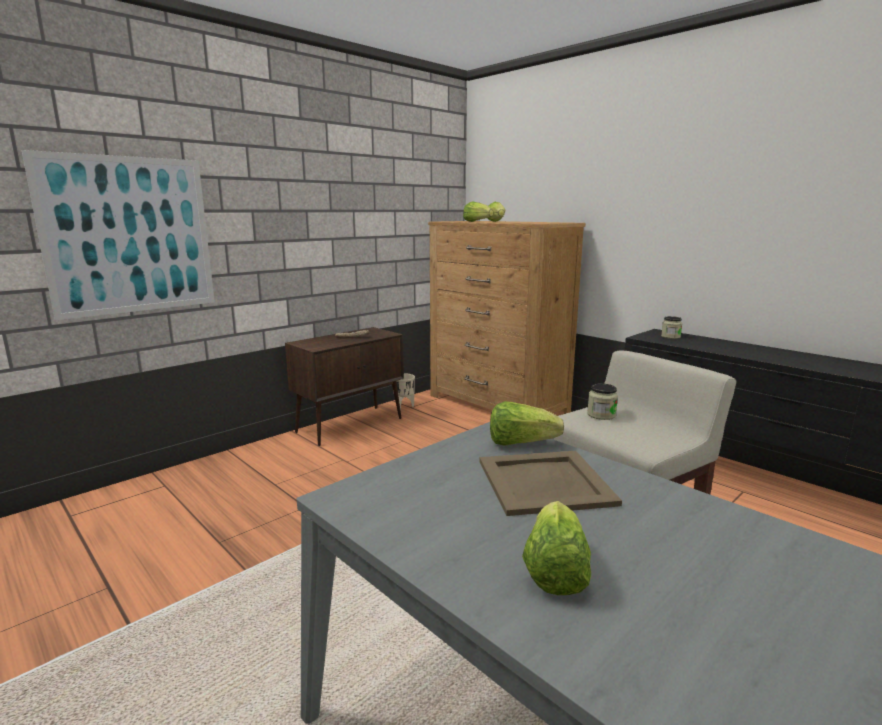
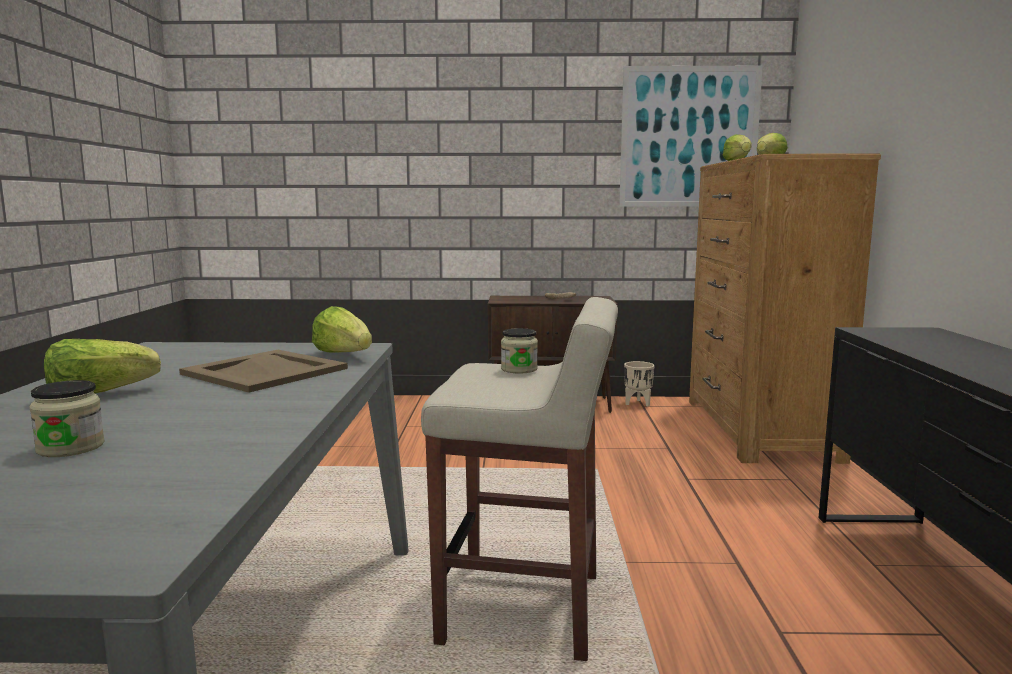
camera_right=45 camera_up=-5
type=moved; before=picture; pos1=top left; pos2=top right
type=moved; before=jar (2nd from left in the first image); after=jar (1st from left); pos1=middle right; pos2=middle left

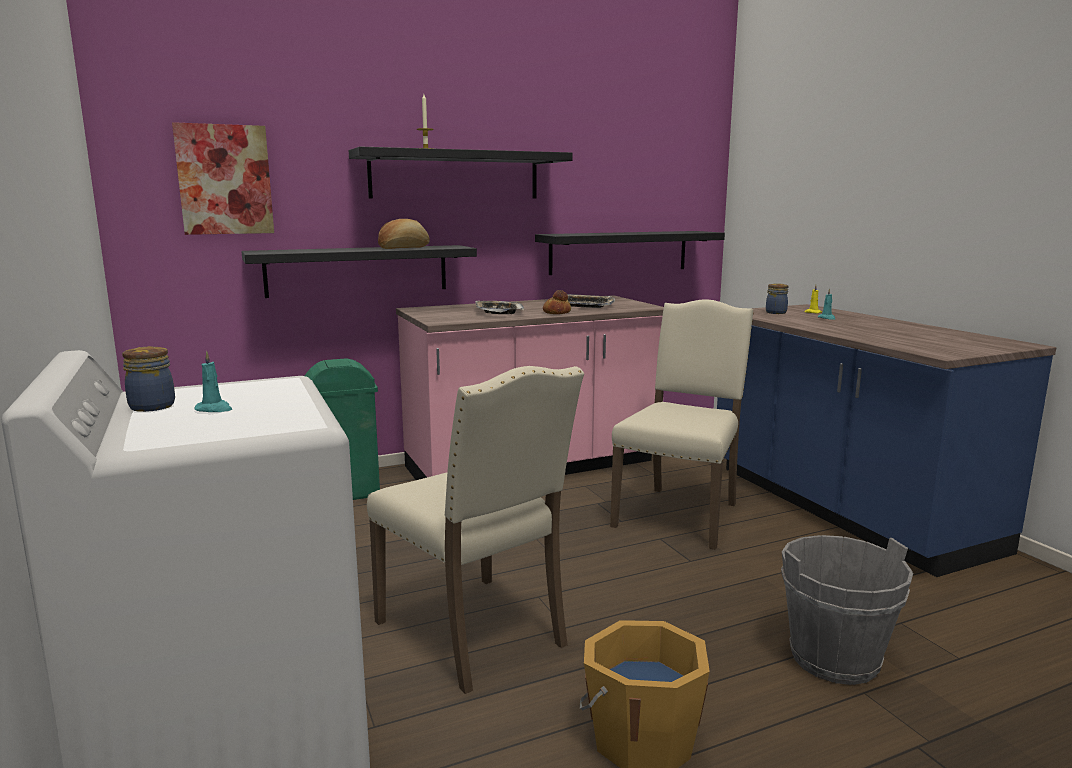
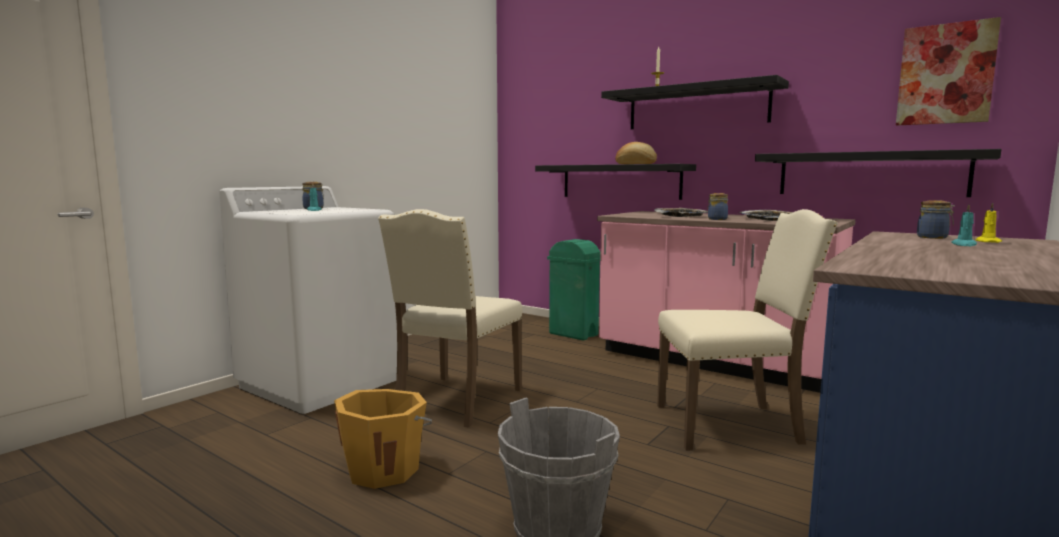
camera_right=60 camera_up=-5
type=moved; before=picture; pos1=top left; pos2=top right
type=replaced; before=bread (2nd from left); after=jar (2nd from left); pos1=centre; pos2=middle right

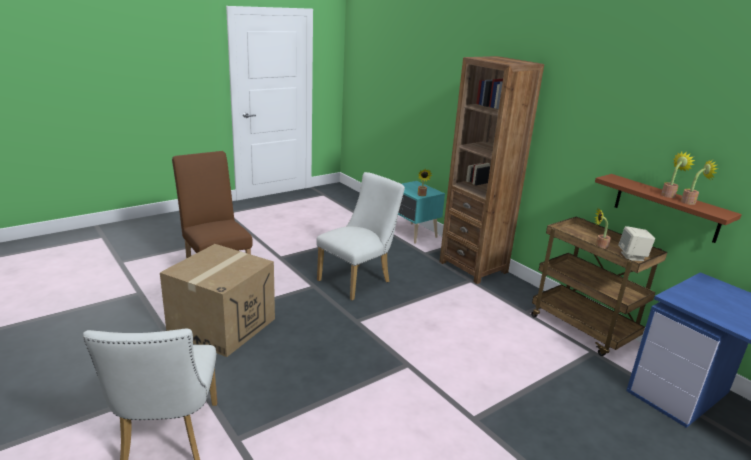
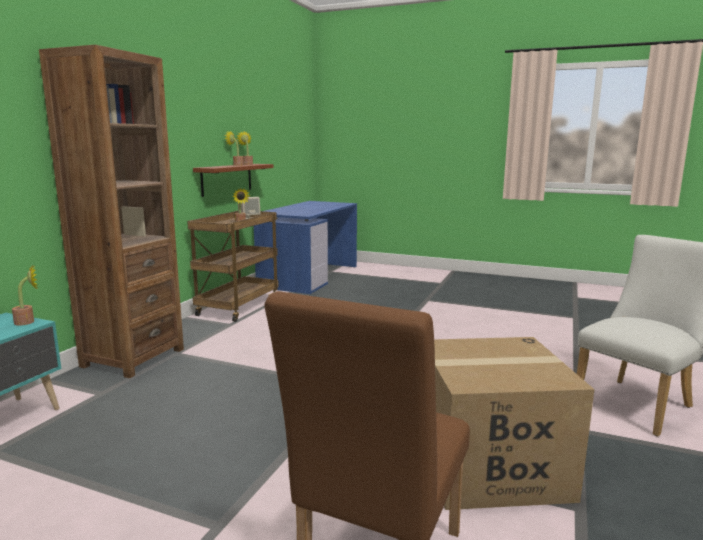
camera_right=-120 camera_up=-10
type=removed; before=white chair (2nd from left); pos1=centre

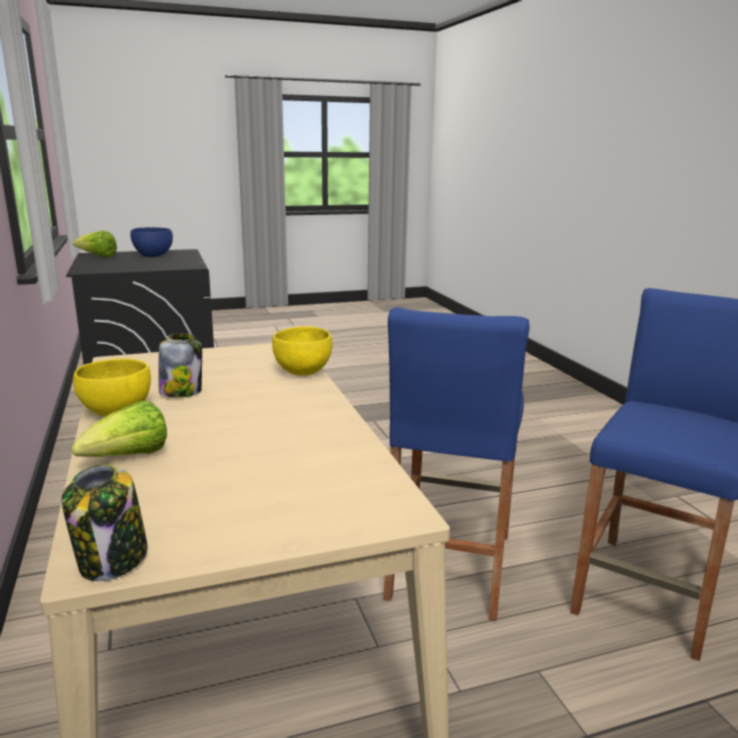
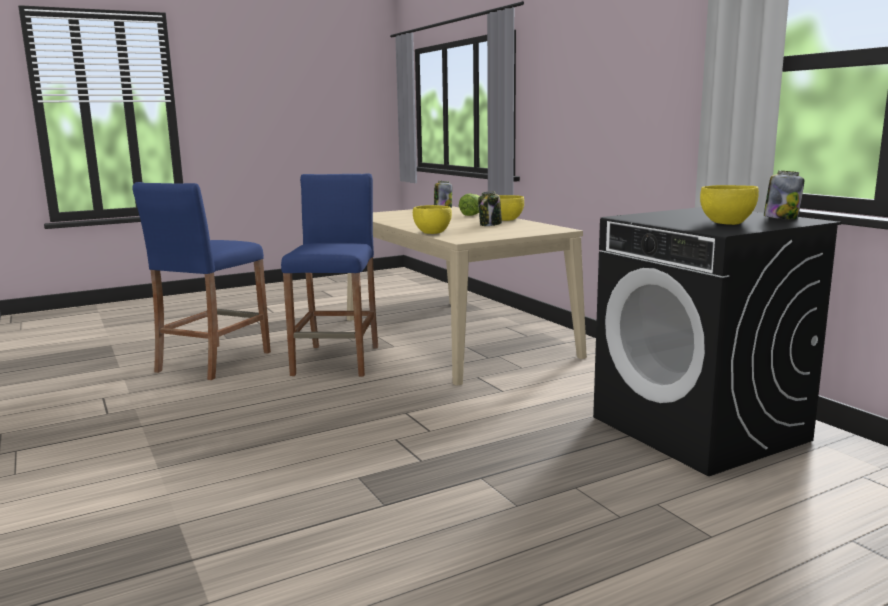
camera_right=170 camera_up=-5
type=recoloured; before=blue bowl; after=yellow bowl (3rd from left); pos1=top left; pos2=middle right
type=replaced; before=lettuce (1st from left); after=jar (3rd from left); pos1=top left; pos2=top right

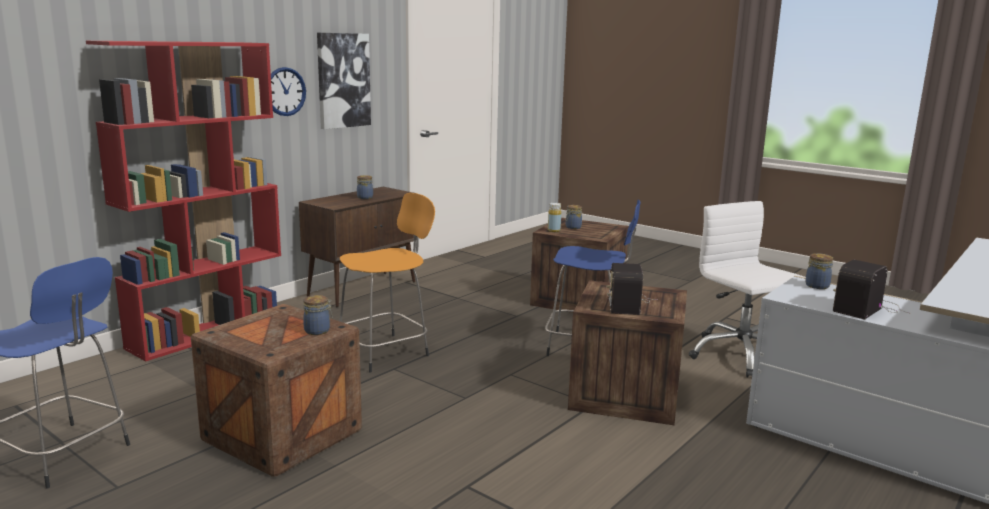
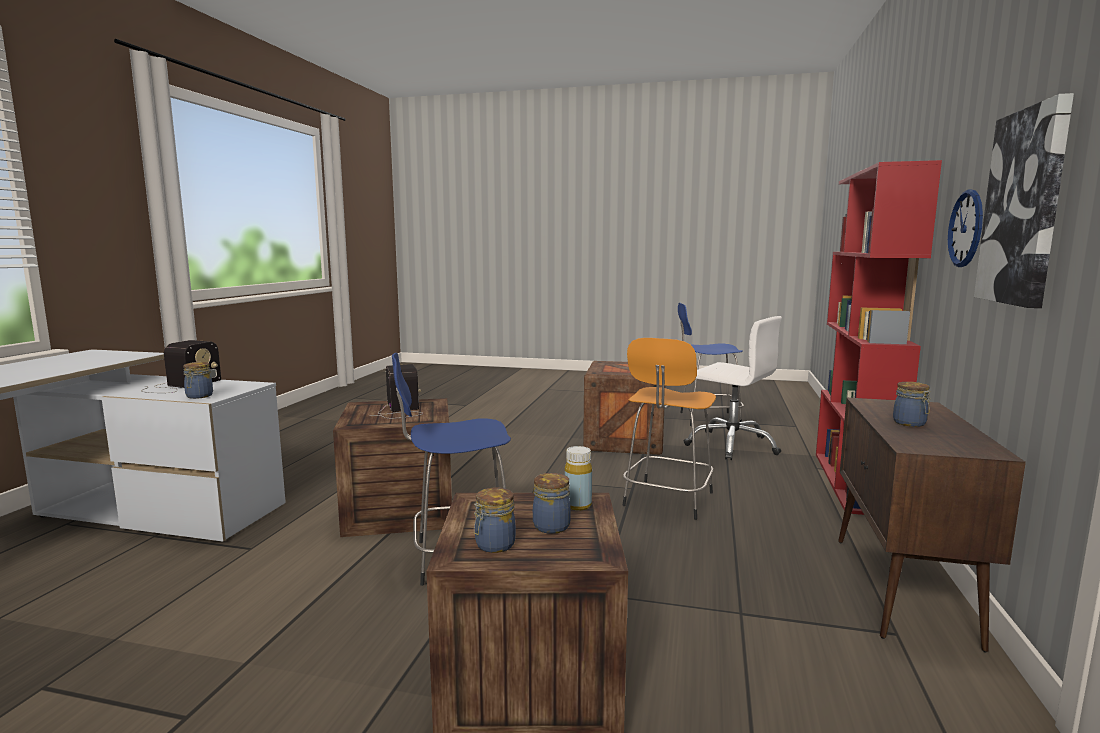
camera_right=155 camera_up=-5
type=moved; before=white office chair; pos1=middle right; pos2=centre
type=moved; before=jar (1st from left in the first image); after=jar (2nd from left); pos1=middle left; pos2=bottom centre

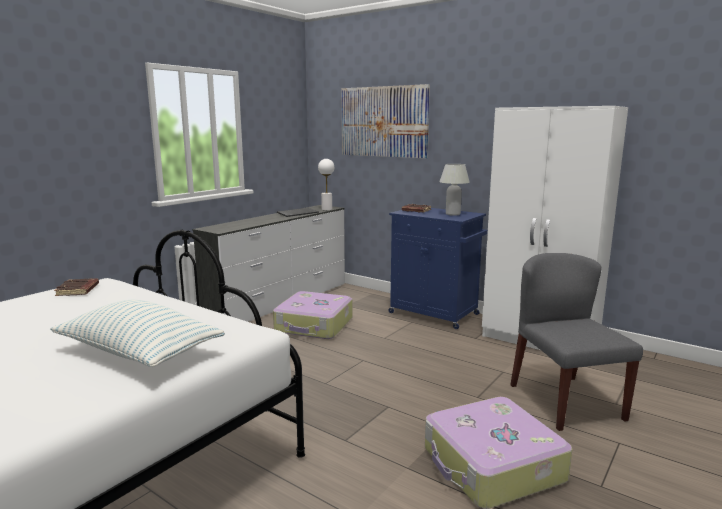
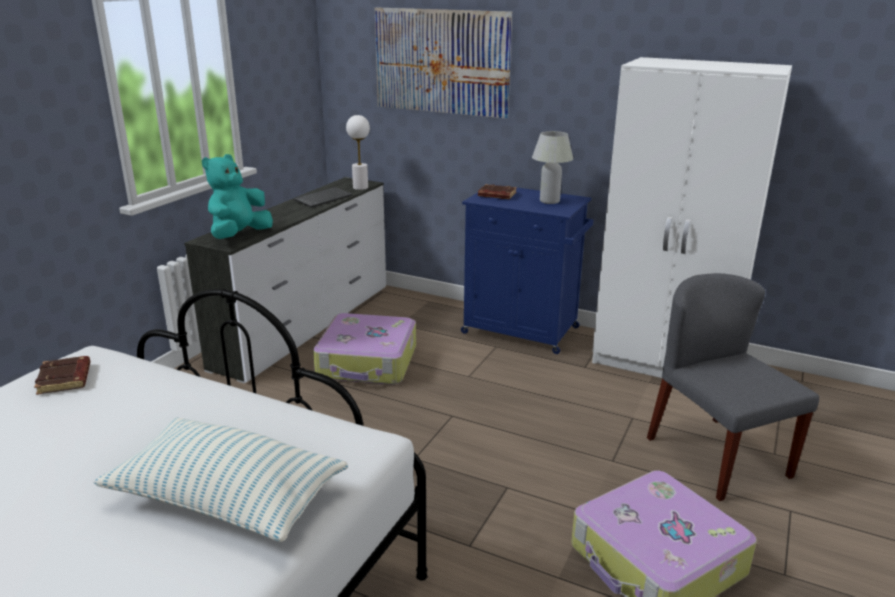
camera_right=-10 camera_up=10
type=added; after=turquoise plush toy; pos2=top left

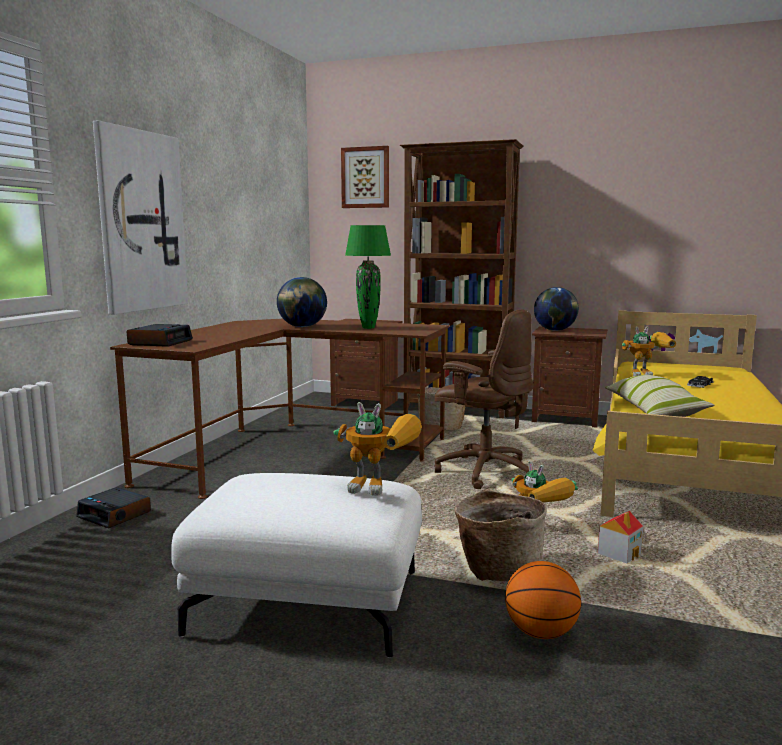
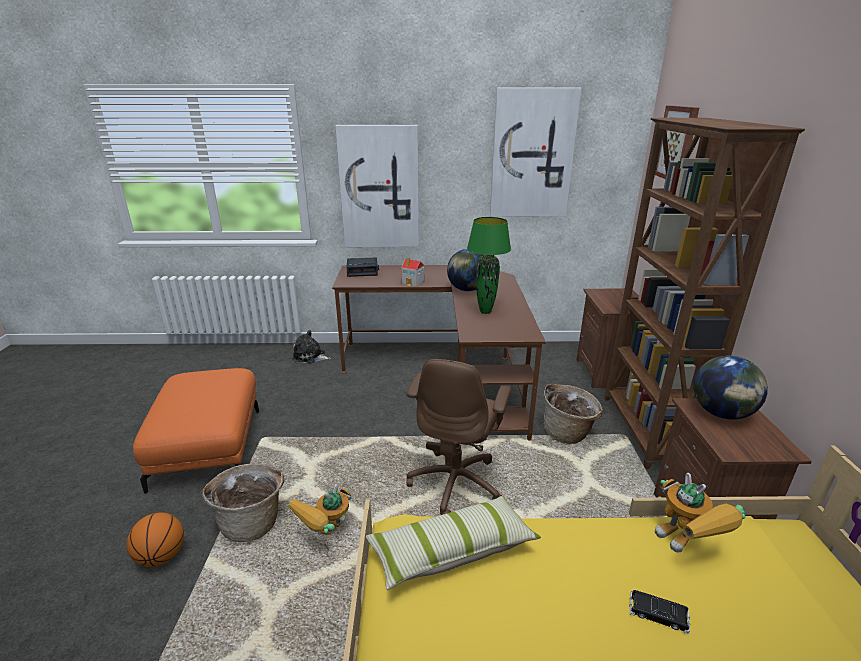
camera_right=70 camera_up=15
type=removed; before=toy robot (1st from left); pos1=centre
type=recoloured; before=white ottoman; after=orange ottoman; pos1=bottom centre; pos2=middle left
type=replaced; before=alarm clock (1st from left); after=plush toy; pos1=bottom left; pos2=centre
type=moved; before=toy house; pos1=bottom right; pos2=centre
type=added; after=picture (2nd from left); pos2=top centre

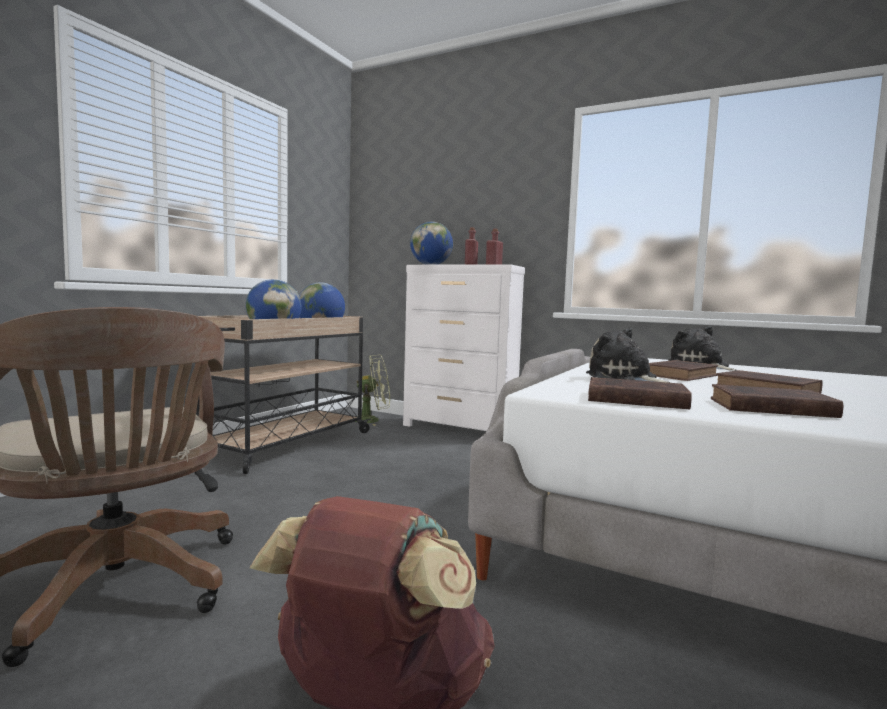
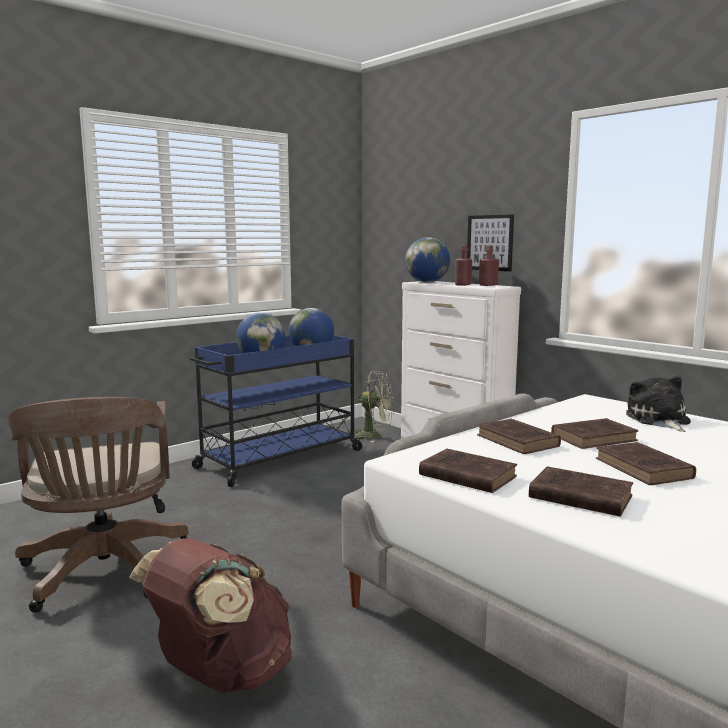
camera_right=20 camera_up=5
type=recoloured; before=beige cart; after=blue cart; pos1=middle left; pos2=centre
type=replaced; before=plush toy (1st from left); after=brown book (2nd from left); pos1=middle right; pos2=middle right
type=added; after=picture; pos2=top right

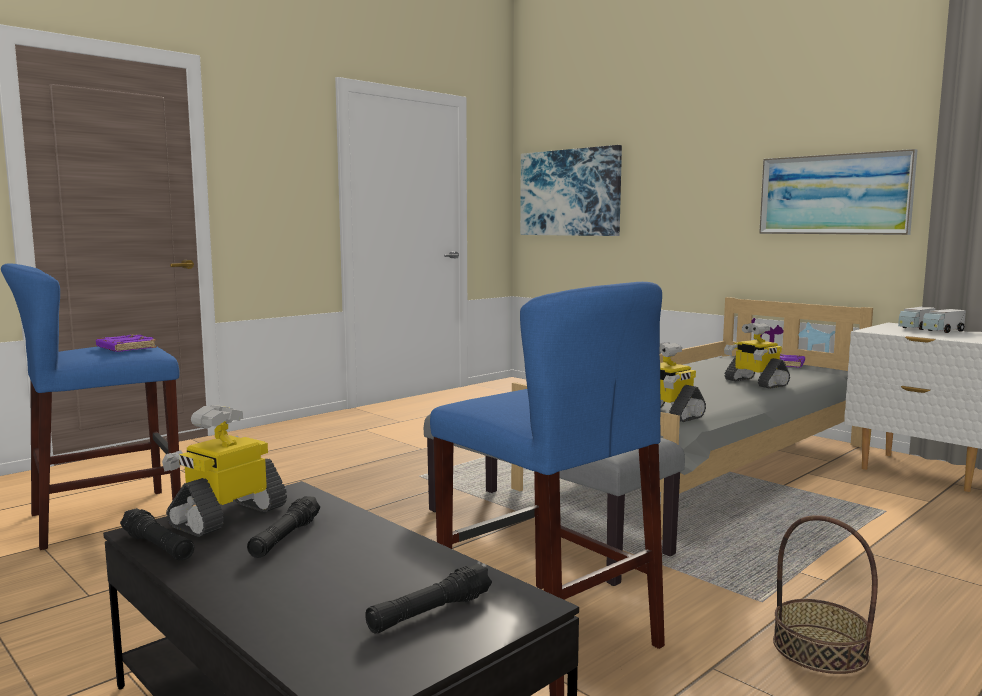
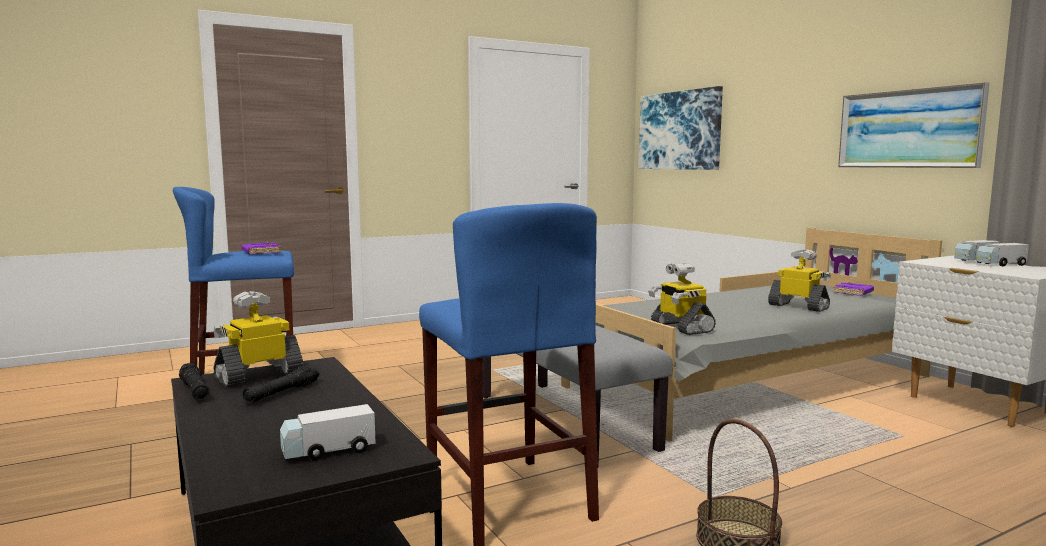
camera_right=15 camera_up=0
type=turned; before=toy robot (3rd from left); pos1=middle right; pos2=middle right; turn=150
type=replaced; before=black flashlight (3rd from left); after=toy truck (1st from left); pos1=bottom centre; pos2=bottom left

